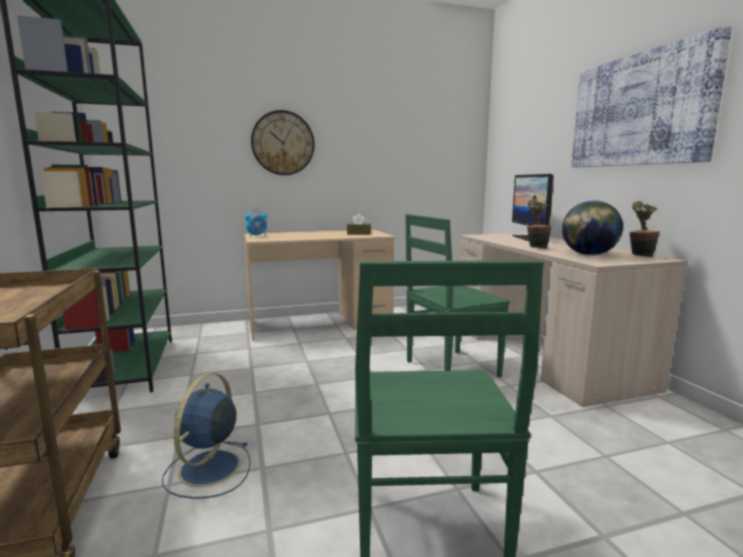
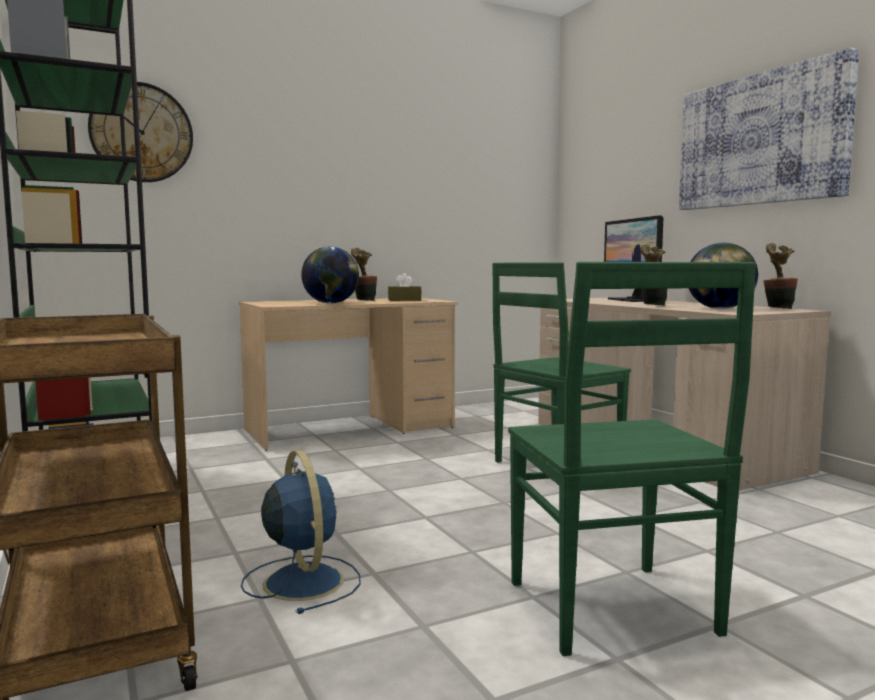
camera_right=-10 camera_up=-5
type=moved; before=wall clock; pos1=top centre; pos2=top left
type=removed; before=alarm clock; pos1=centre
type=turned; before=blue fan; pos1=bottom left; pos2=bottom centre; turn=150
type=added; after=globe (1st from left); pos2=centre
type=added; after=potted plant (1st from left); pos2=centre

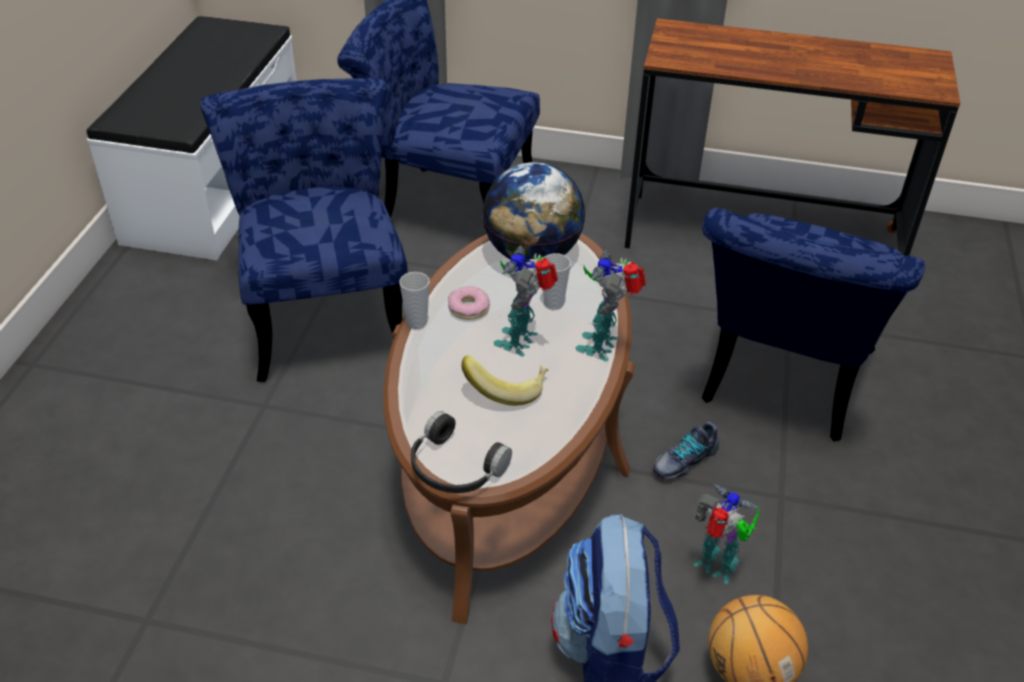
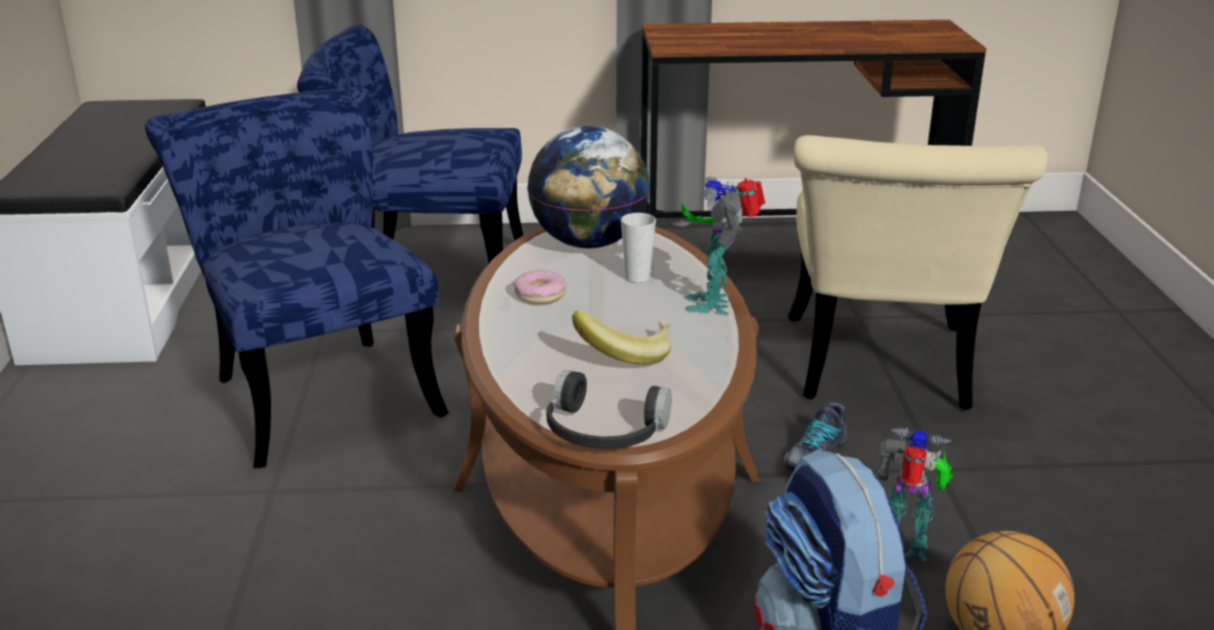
camera_right=-15 camera_up=-15
type=recoloured; before=blue chair (3rd from left); after=beige chair; pos1=middle right; pos2=middle right
type=removed; before=toy robot (1st from left); pos1=centre
type=removed; before=cup (1st from left); pos1=centre

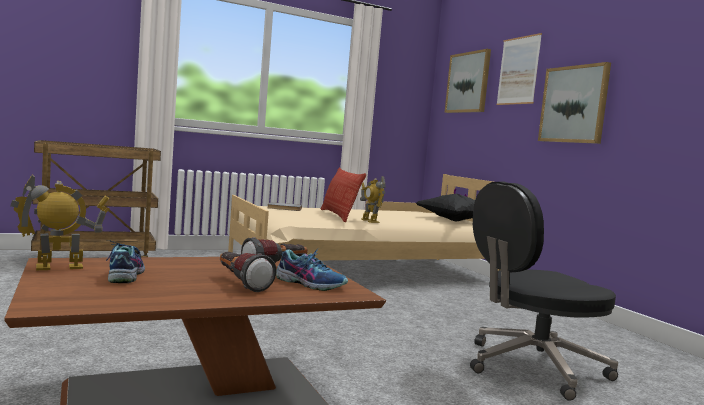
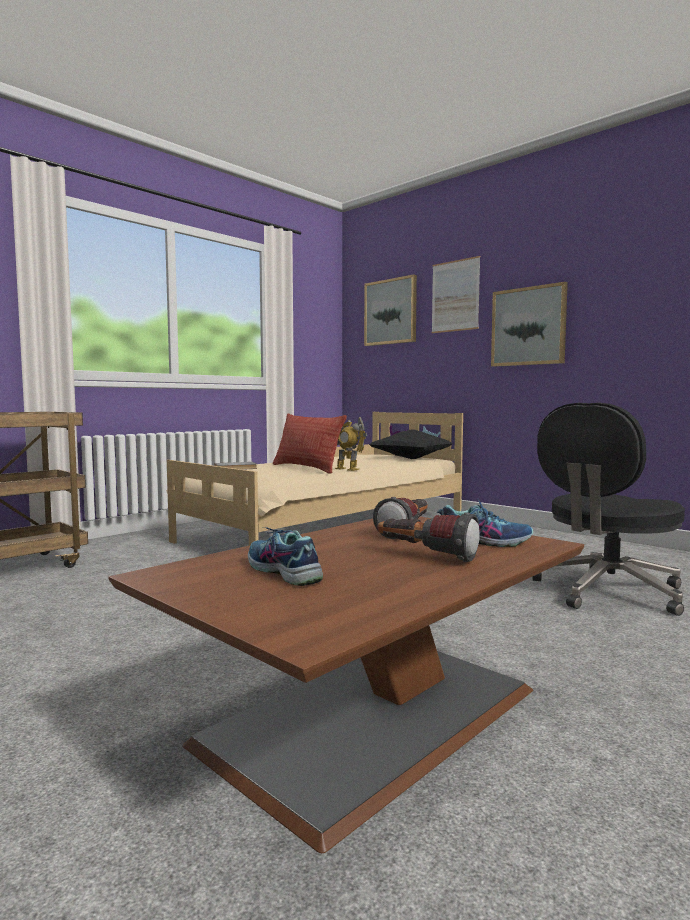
camera_right=-20 camera_up=0
type=removed; before=toy robot (1st from left); pos1=middle left

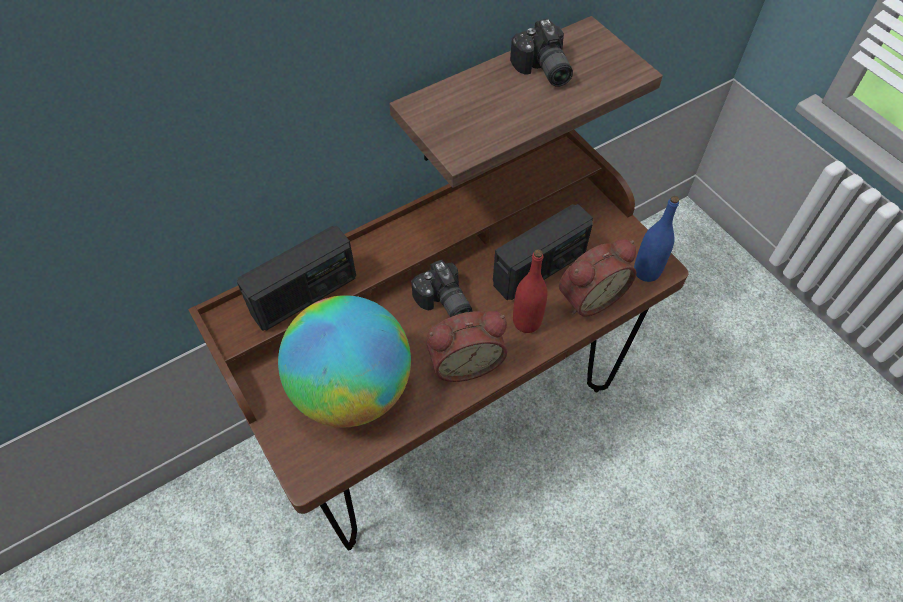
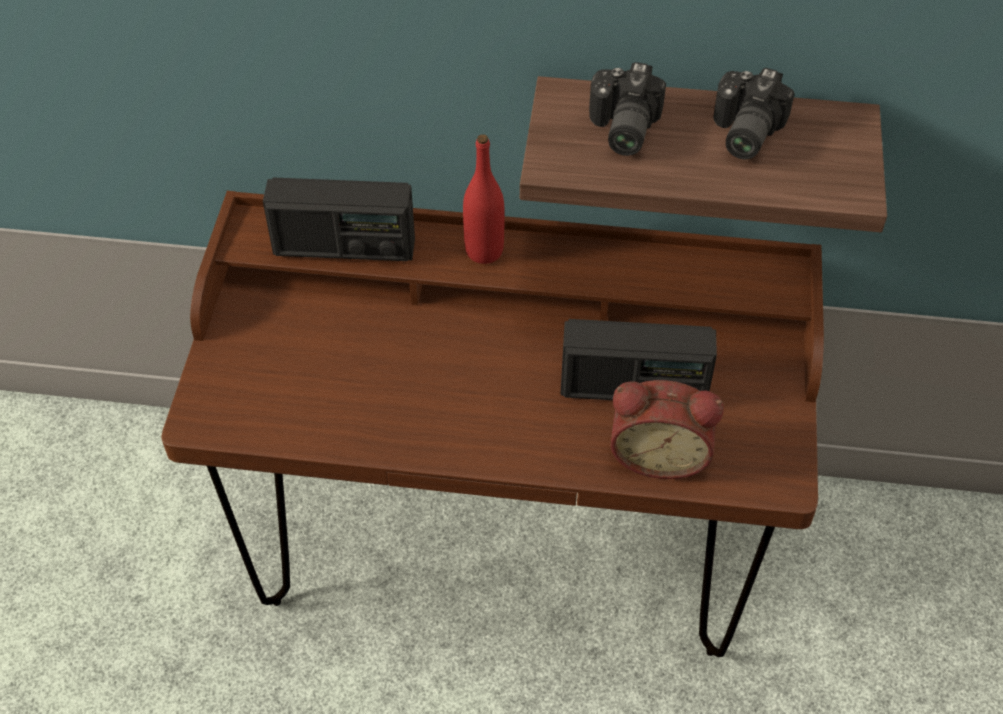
camera_right=40 camera_up=-5
type=removed; before=blue bottle; pos1=middle right
type=moved; before=red bottle; pos1=centre; pos2=top centre
type=moved; before=photo camera (1st from left); pos1=centre; pos2=top centre
type=removed; before=globe; pos1=centre
type=removed; before=alarm clock (1st from left); pos1=centre

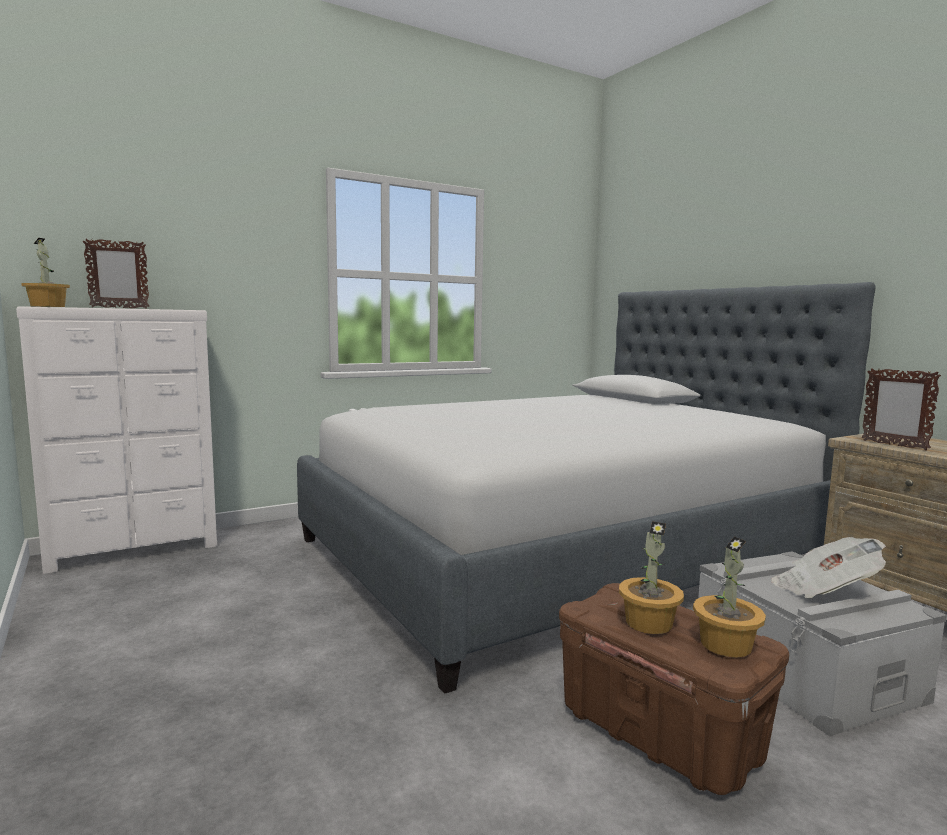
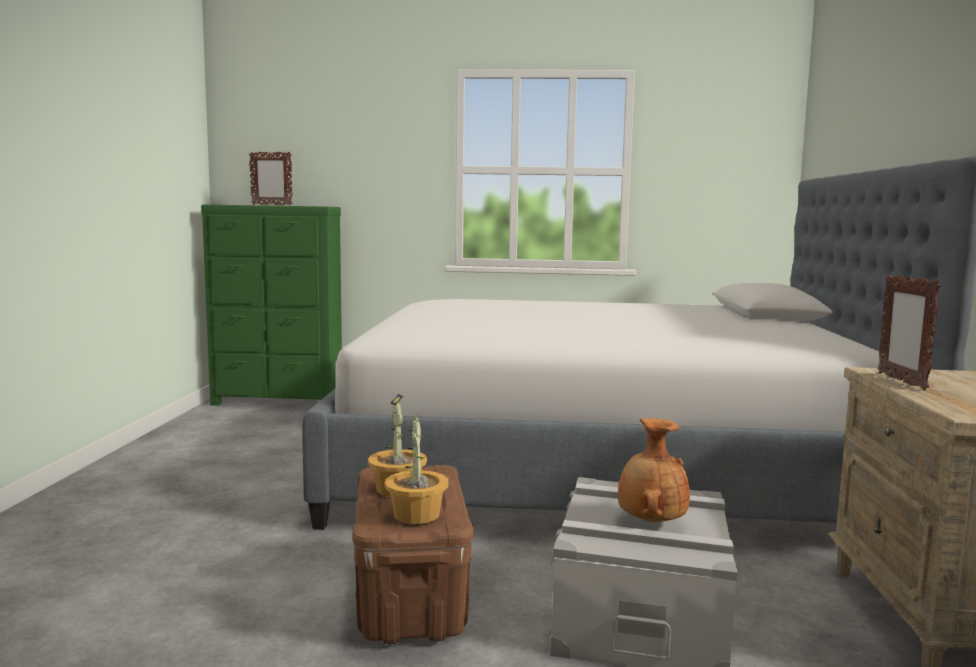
camera_right=35 camera_up=0
type=removed; before=potted plant (1st from left); pos1=top left
type=recoloured; before=white dresser; after=green dresser; pos1=middle left; pos2=middle left
type=replaced; before=newspaper; after=brown vase; pos1=bottom right; pos2=bottom right

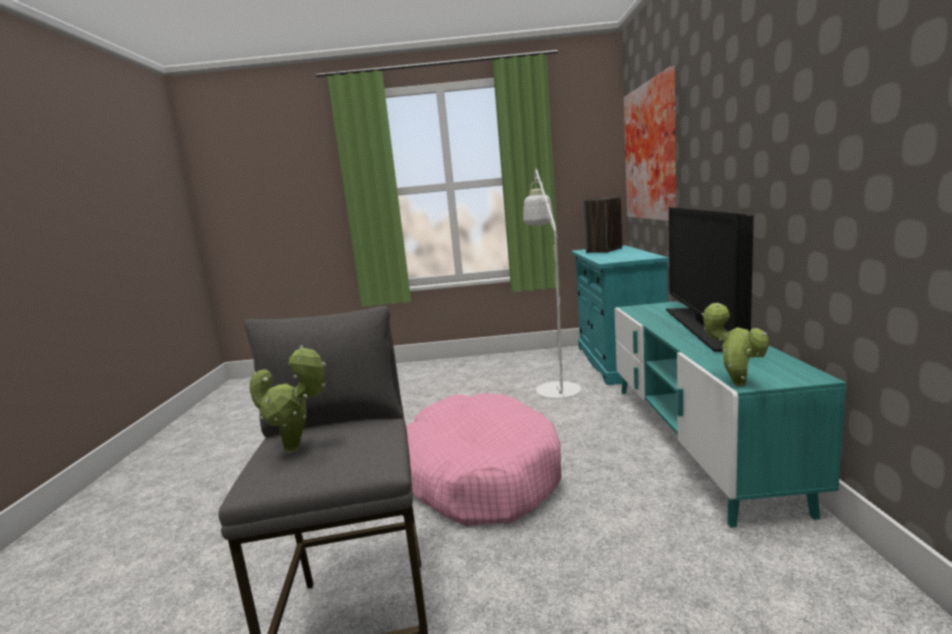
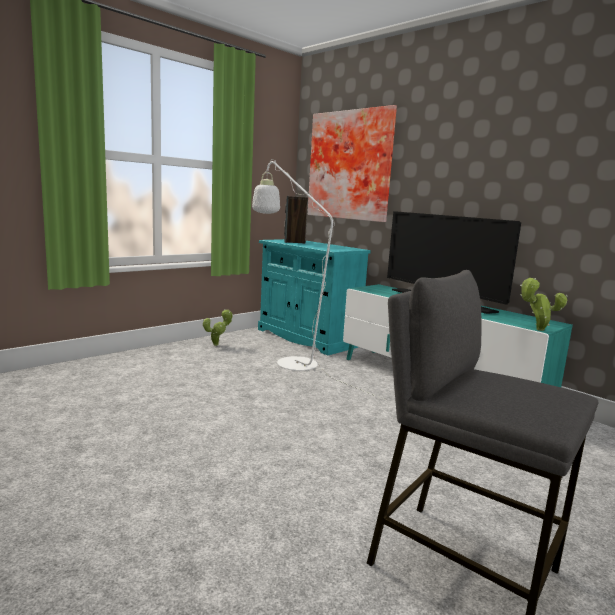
camera_right=-45 camera_up=0
type=moved; before=potted plant (1st from left); pos1=middle left; pos2=centre
type=removed; before=pink dog bed; pos1=bottom centre

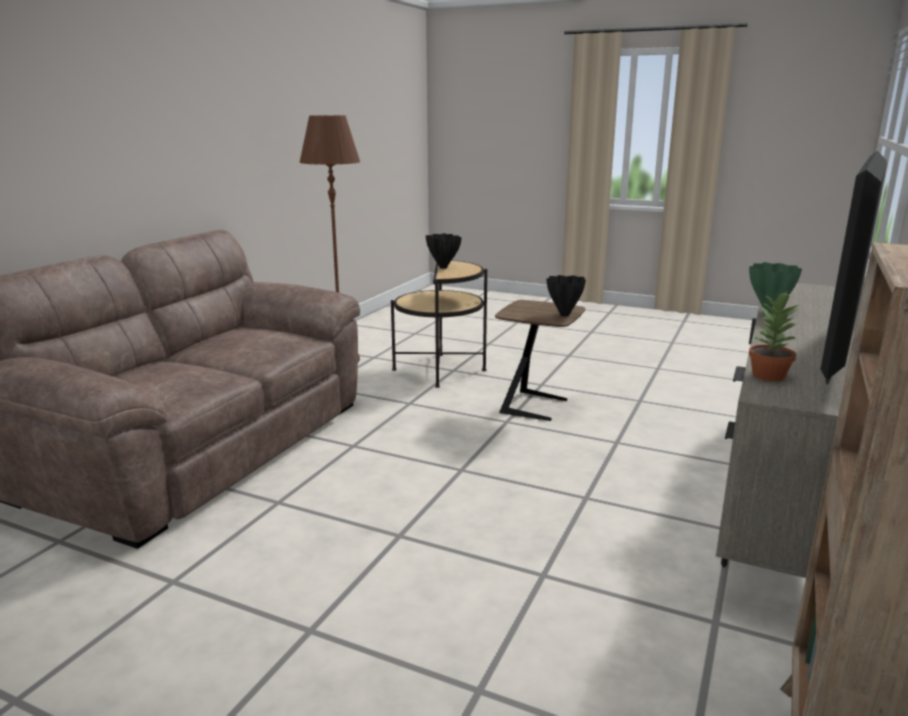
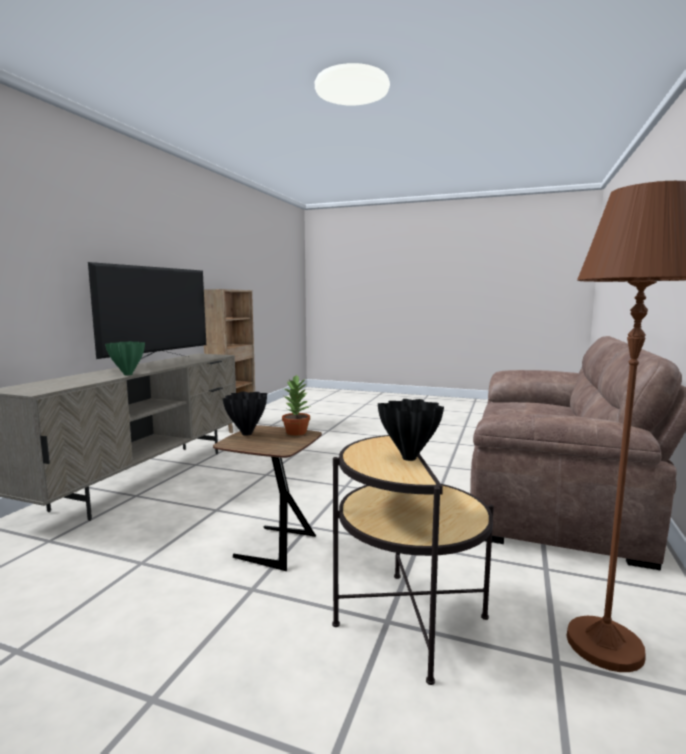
camera_right=175 camera_up=-10
type=moved; before=potted plant; pos1=middle right; pos2=centre

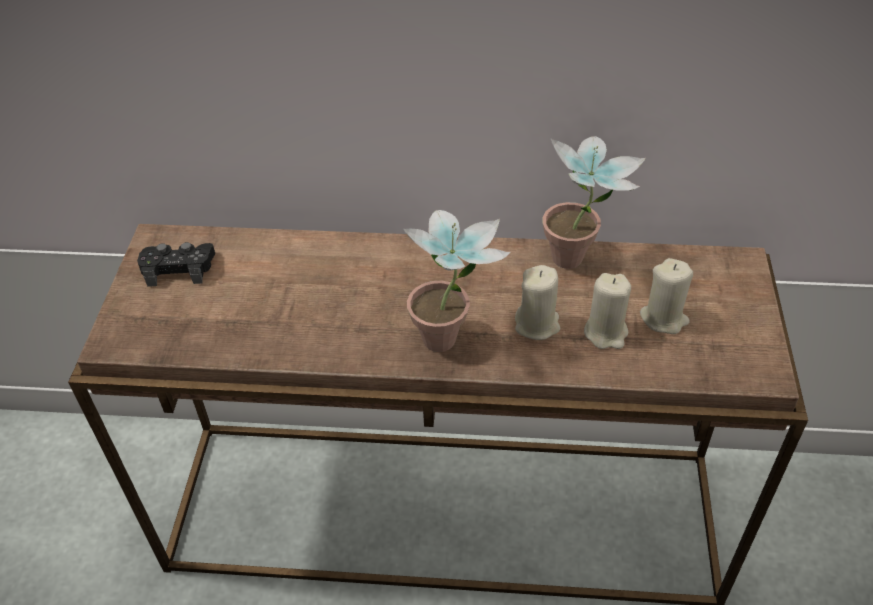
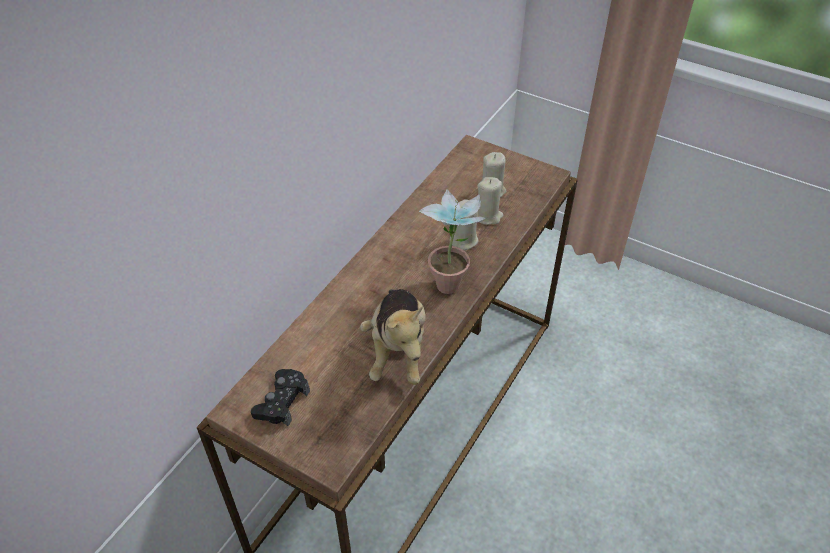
camera_right=-65 camera_up=0
type=removed; before=potted plant (2nd from left); pos1=middle right
type=added; after=plush toy; pos2=centre

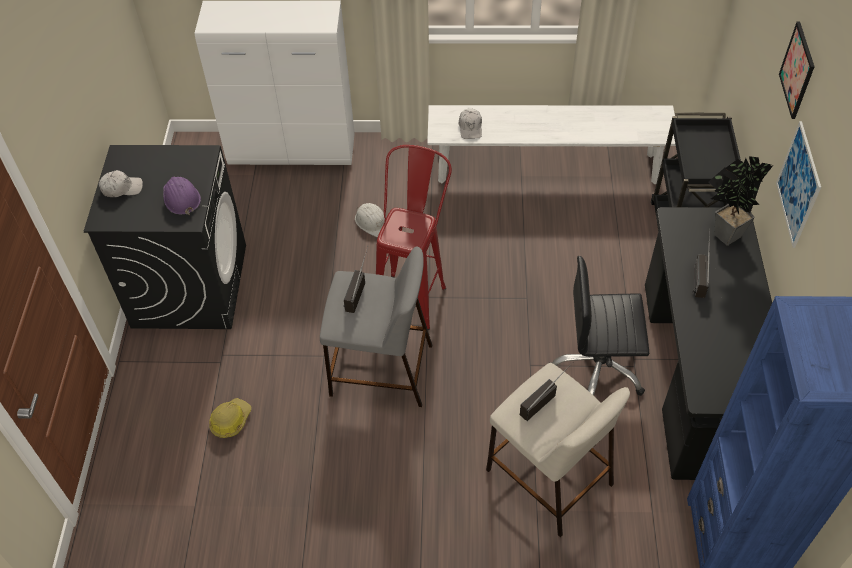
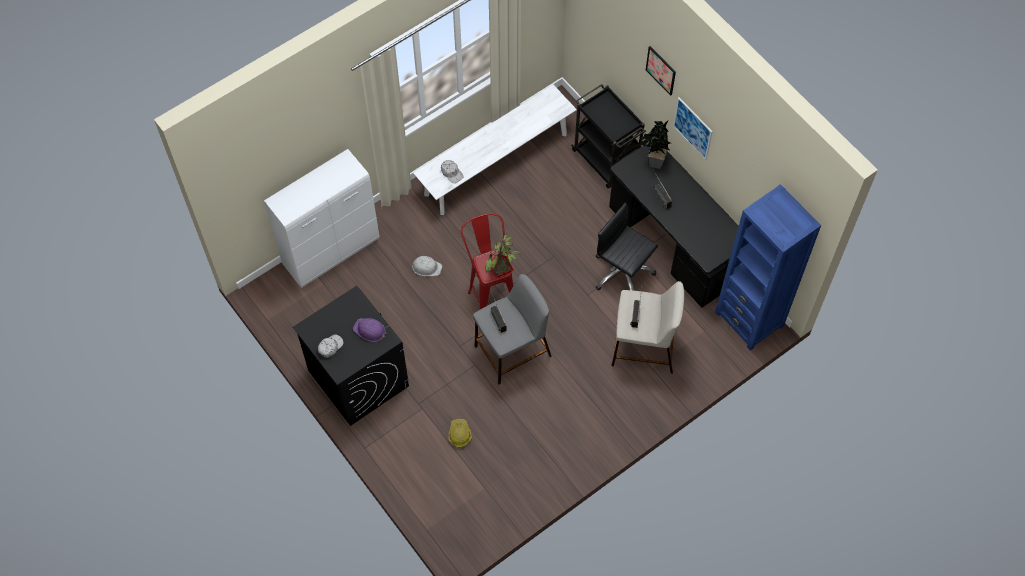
camera_right=-40 camera_up=10
type=turned; before=black office chair; pos1=middle right; pos2=centre; turn=75
type=added; after=potted plant (1st from left); pos2=centre

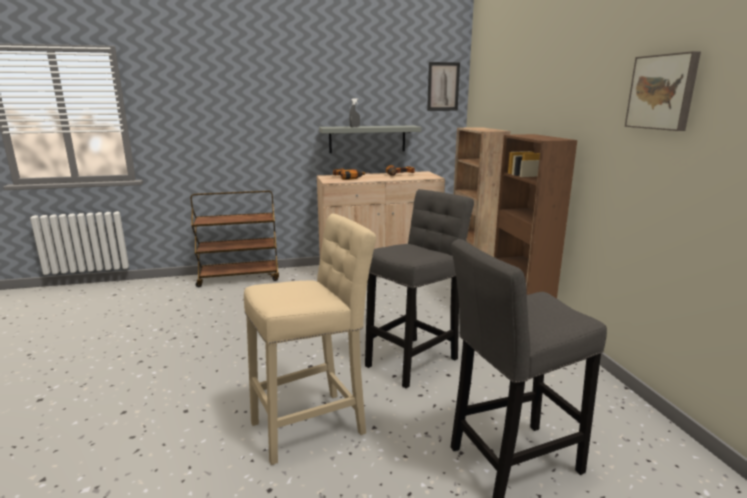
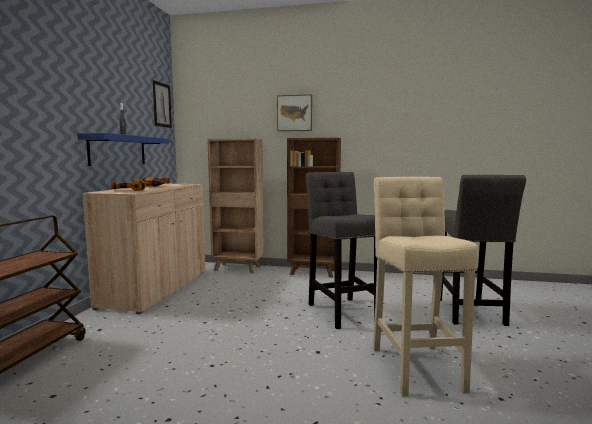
camera_right=-65 camera_up=-10
type=moved; before=picture (2nd from left); pos1=top right; pos2=top centre
type=recoloured; before=grey shelf; after=blue shelf; pos1=top centre; pos2=middle left

